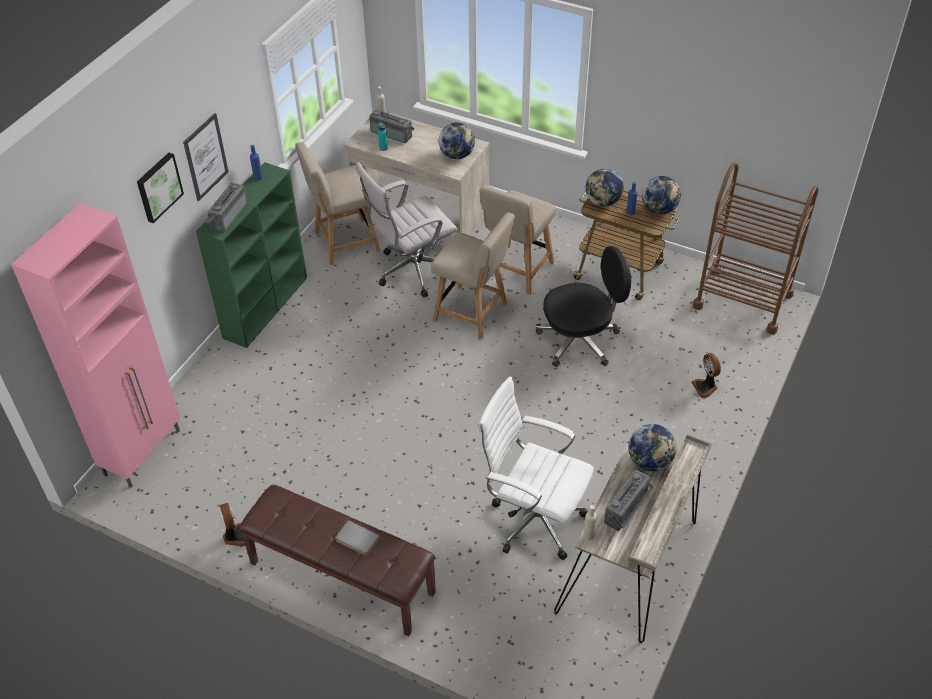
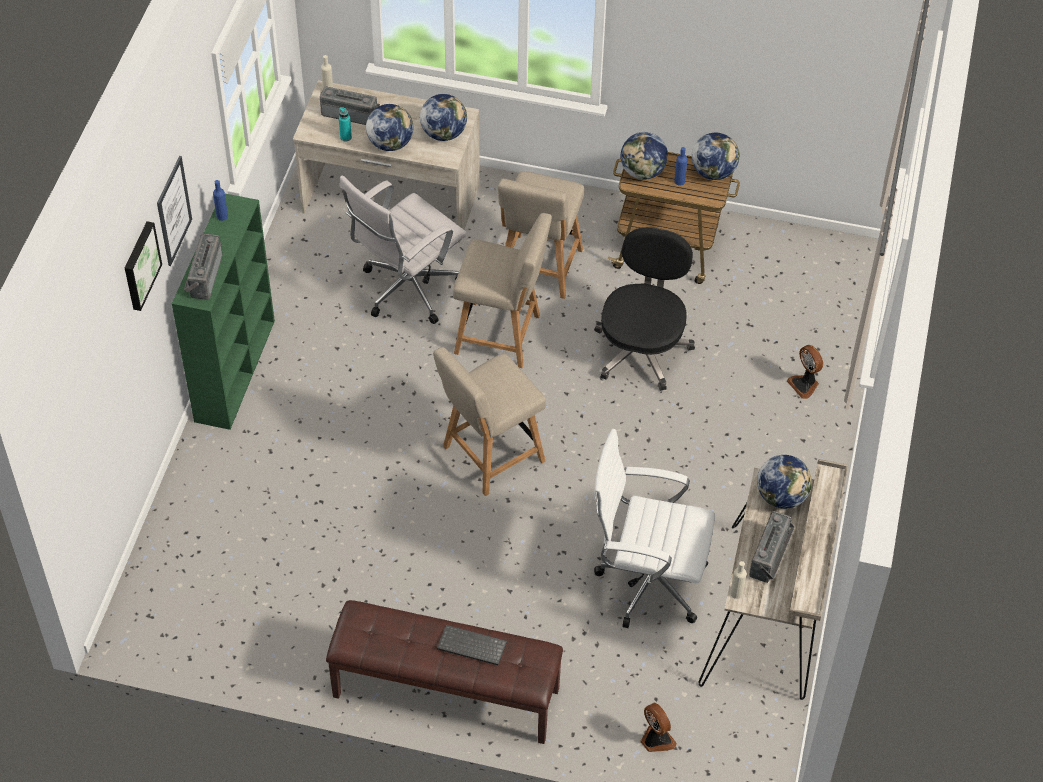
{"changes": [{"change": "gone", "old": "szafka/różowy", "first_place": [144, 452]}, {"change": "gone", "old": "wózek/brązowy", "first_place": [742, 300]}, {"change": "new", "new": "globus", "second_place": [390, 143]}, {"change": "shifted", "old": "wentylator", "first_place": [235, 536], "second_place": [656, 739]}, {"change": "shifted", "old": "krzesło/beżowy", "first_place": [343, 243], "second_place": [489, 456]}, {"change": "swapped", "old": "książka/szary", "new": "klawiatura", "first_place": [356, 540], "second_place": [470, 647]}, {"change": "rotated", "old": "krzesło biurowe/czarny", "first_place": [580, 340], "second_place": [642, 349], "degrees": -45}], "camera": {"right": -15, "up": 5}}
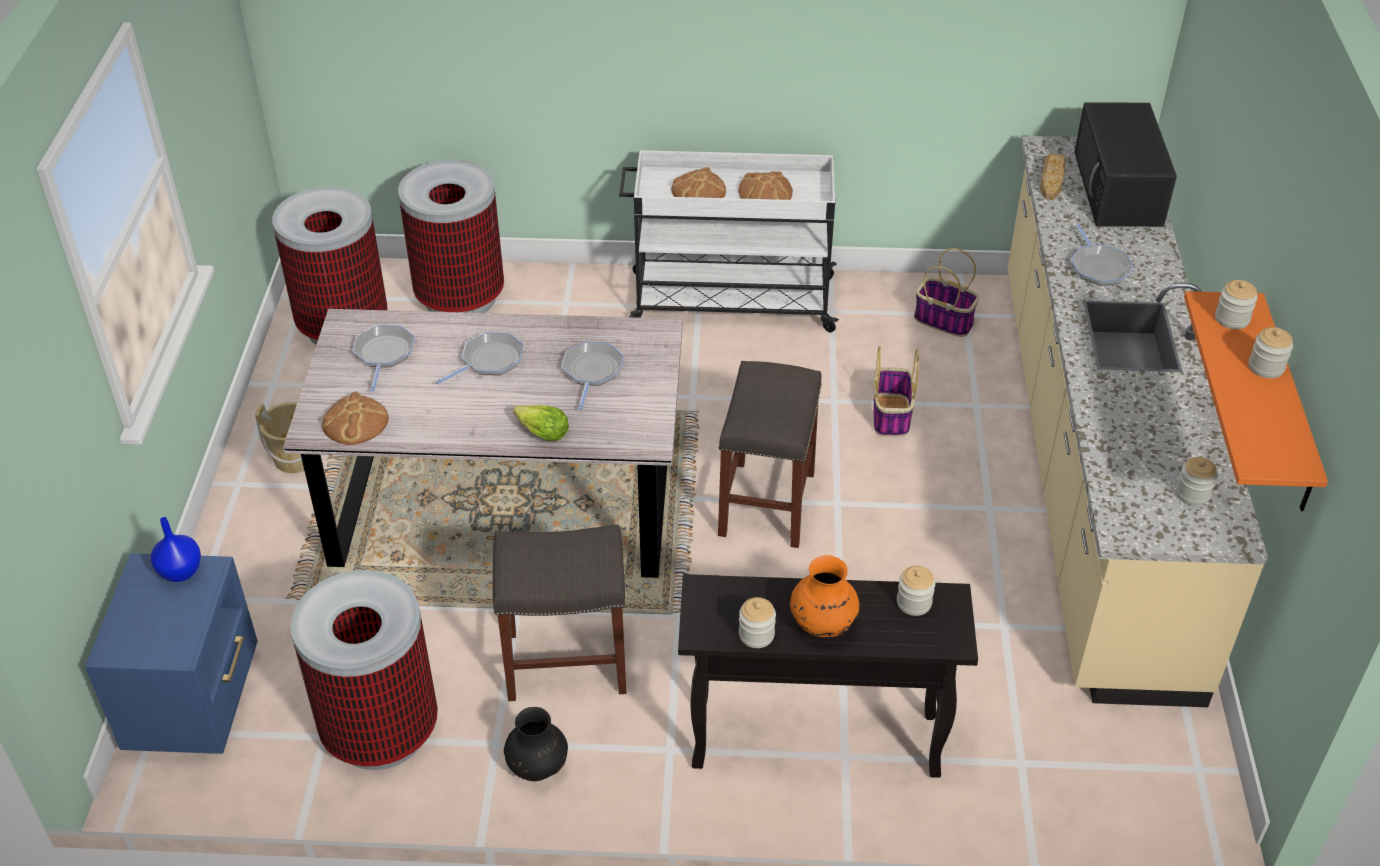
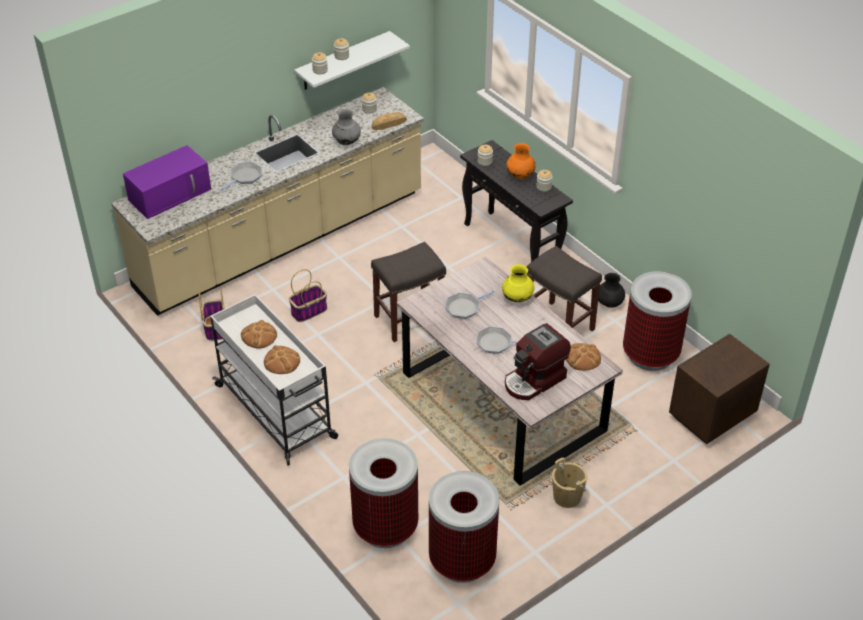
{"changes": [{"change": "gone", "old": "wazon/niebieski", "first_place": [180, 573]}, {"change": "new", "new": "wazon/szary", "second_place": [346, 142]}, {"change": "shifted", "old": "chleb", "first_place": [1051, 180], "second_place": [389, 124]}, {"change": "swapped", "old": "patelnia", "new": "ekspres do kawy", "first_place": [384, 354], "second_place": [534, 380]}, {"change": "swapped", "old": "sałata", "new": "wazon/żółty", "first_place": [542, 433], "second_place": [517, 298]}, {"change": "repainted", "old": "szafka nocna/niebieski", "new": "szafka nocna/brązowy", "first_place": [197, 701], "second_place": [710, 416]}, {"change": "repainted", "old": "mikrofalówka/czarny", "new": "mikrofalówka/fioletowy", "first_place": [1118, 189], "second_place": [170, 194]}, {"change": "repainted", "old": "półka/pomarańczowy", "new": "półka/biały", "first_place": [1285, 405], "second_place": [343, 61]}], "camera": {"right": -130, "up": 0}}
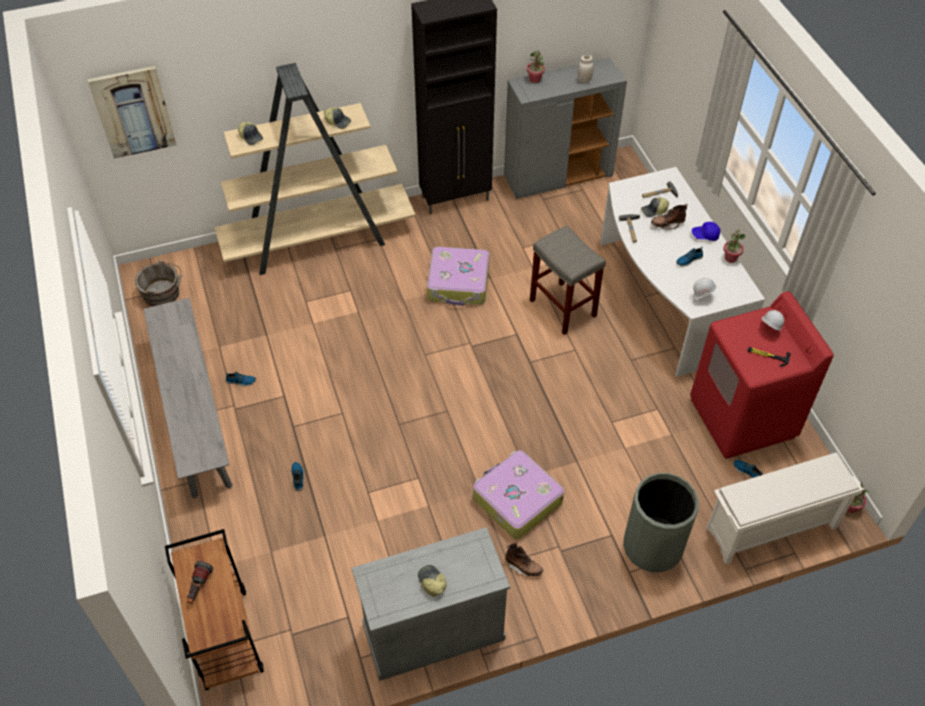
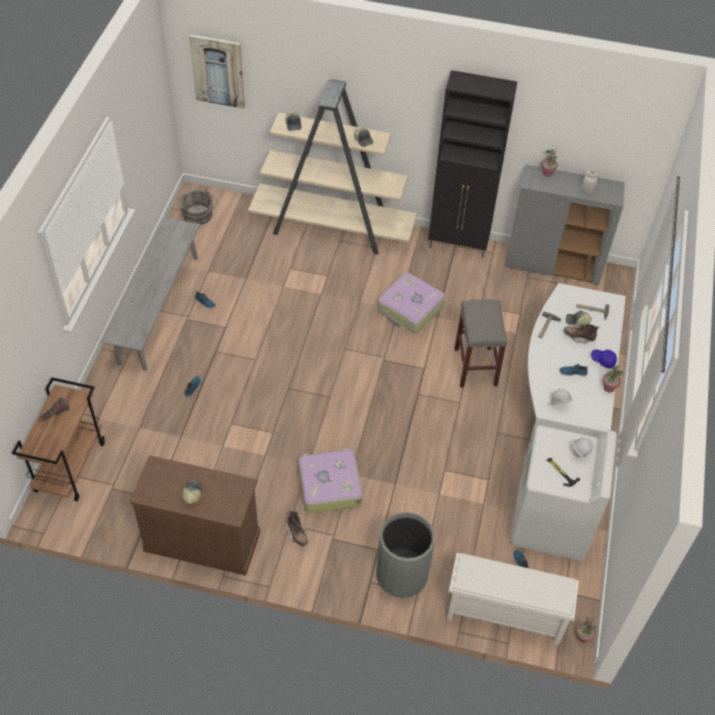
{"changes": [{"change": "repainted", "old": "szafka/szary", "new": "szafka/brązowy", "first_place": [433, 631], "second_place": [202, 541]}, {"change": "repainted", "old": "pralka/czerwony", "new": "pralka/biały", "first_place": [742, 418], "second_place": [550, 523]}], "camera": {"right": 30, "up": 0}}
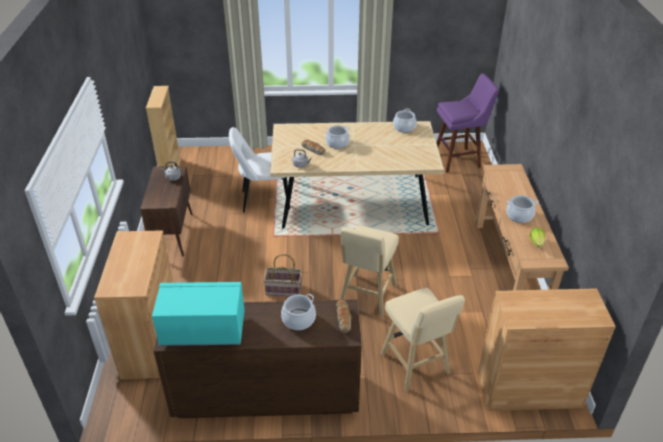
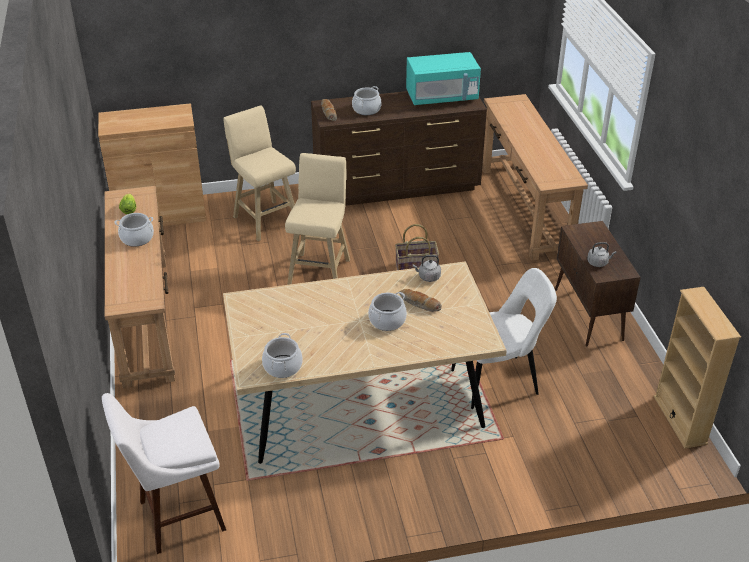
{"changes": [{"change": "swapped", "old": "szafka/brązowy", "new": "stolik konsolowy/brązowy", "first_place": [151, 343], "second_place": [524, 209]}, {"change": "repainted", "old": "stołek/fioletowy", "new": "stołek/biały", "first_place": [459, 160], "second_place": [177, 517]}], "camera": {"right": 170, "up": 0}}
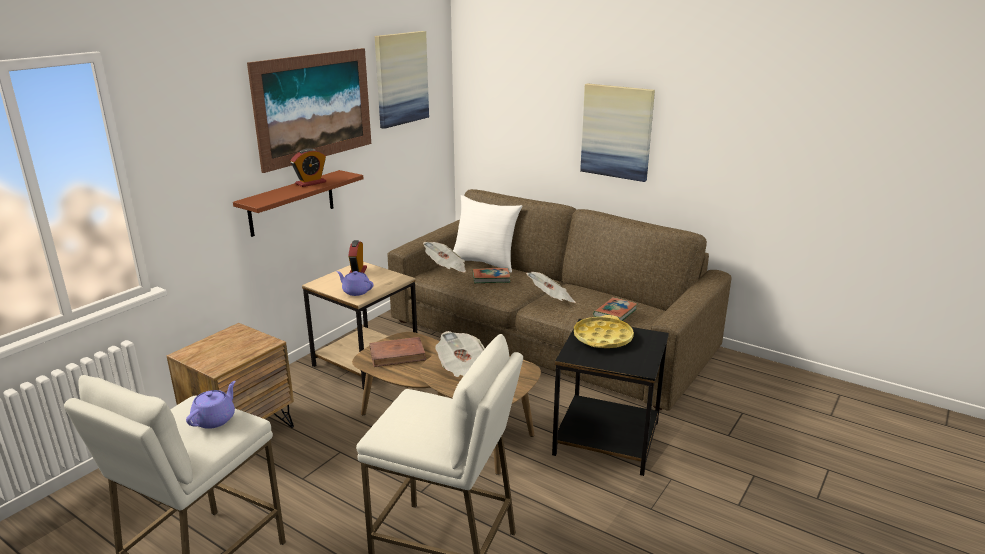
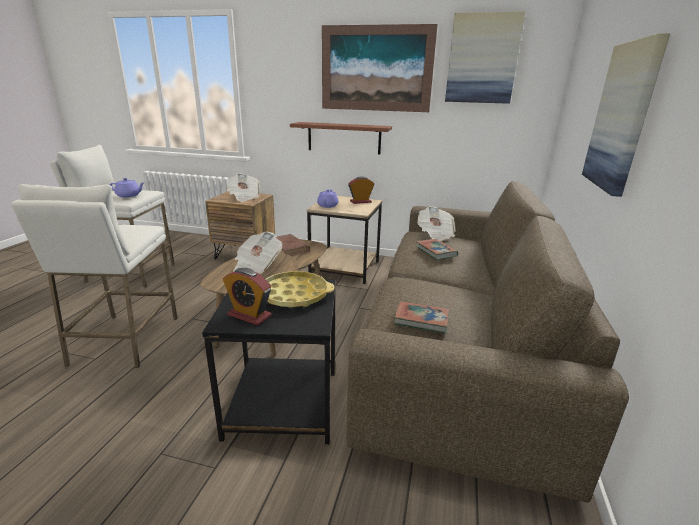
{"changes": [{"change": "gone", "old": "poduszka/biały", "first_place": [485, 262]}, {"change": "shifted", "old": "budzik", "first_place": [310, 183], "second_place": [249, 315]}, {"change": "shifted", "old": "gazeta", "first_place": [551, 299], "second_place": [244, 197]}], "camera": {"right": 70, "up": 0}}
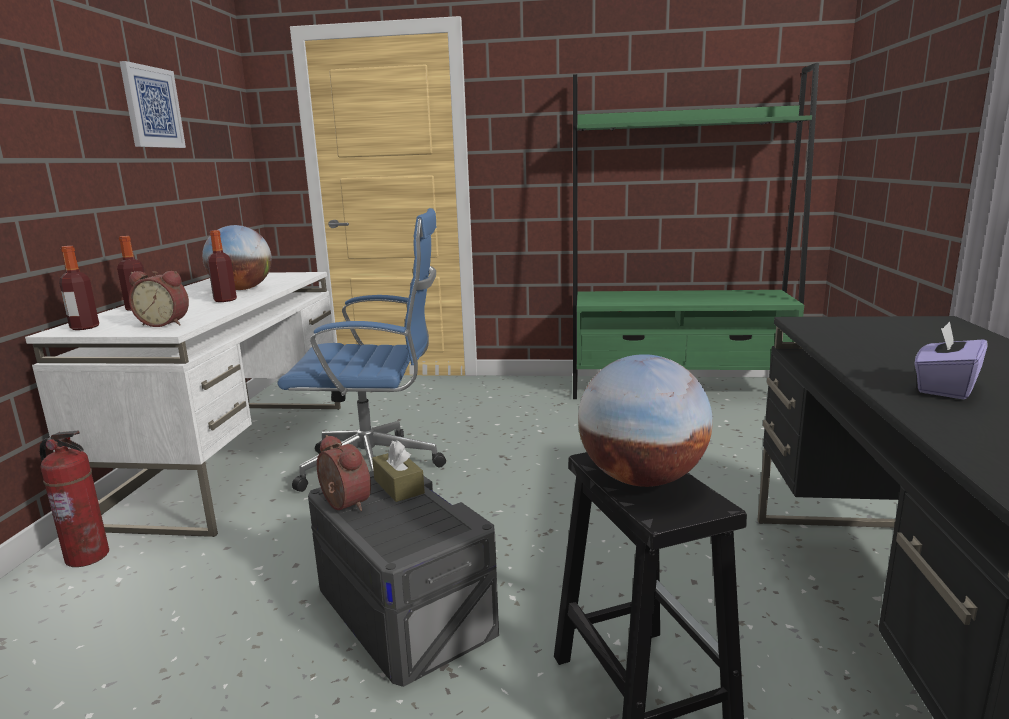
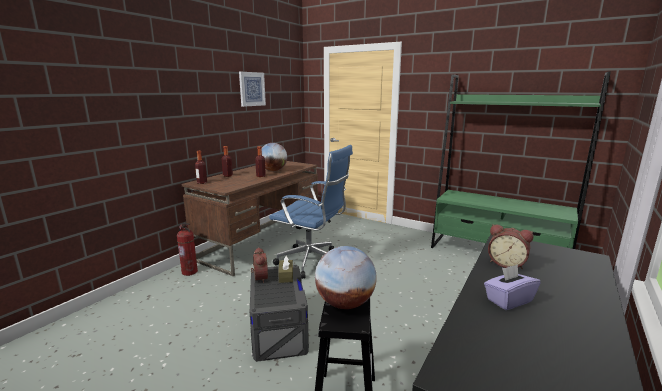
{"changes": [{"change": "shifted", "old": "budzik", "first_place": [165, 323], "second_place": [506, 263]}, {"change": "repainted", "old": "biurko/biały", "new": "biurko/brązowy", "first_place": [234, 458], "second_place": [261, 243]}], "camera": {"right": 25, "up": 0}}
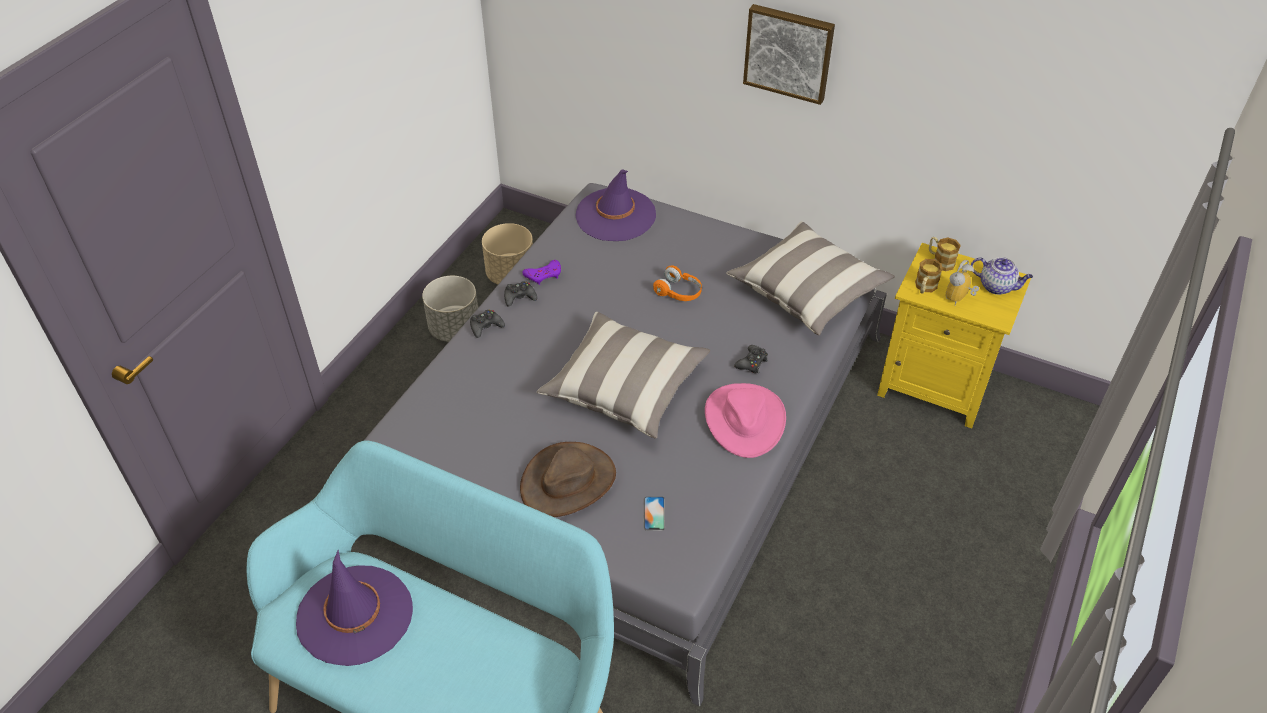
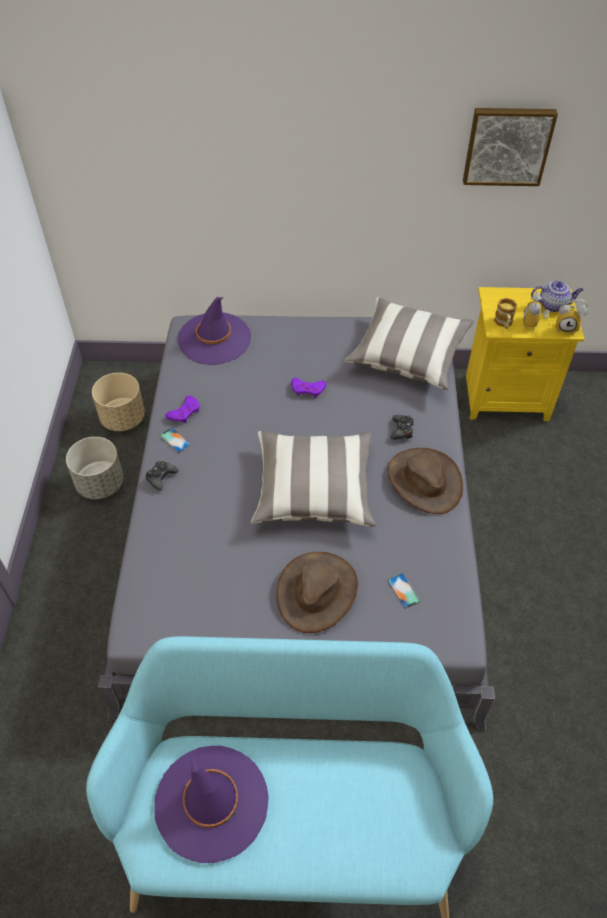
{"changes": [{"change": "gone", "old": "kubek", "first_place": [940, 261]}, {"change": "new", "new": "budzik", "second_place": [566, 327]}, {"change": "shifted", "old": "obraz", "first_place": [789, 52], "second_place": [507, 145]}, {"change": "swapped", "old": "pad do gier/czarny", "new": "telefon", "first_place": [519, 297], "second_place": [175, 440]}, {"change": "swapped", "old": "słuchawki/pomarańczowy", "new": "pad do gier/fioletowy", "first_place": [679, 292], "second_place": [308, 389]}, {"change": "repainted", "old": "kapelusz/różowy", "new": "kapelusz/brązowy", "first_place": [744, 420], "second_place": [424, 481]}], "camera": {"right": -25, "up": 5}}
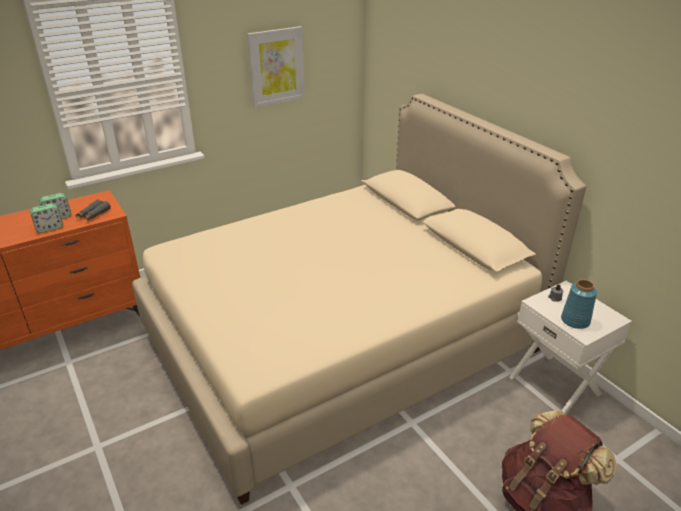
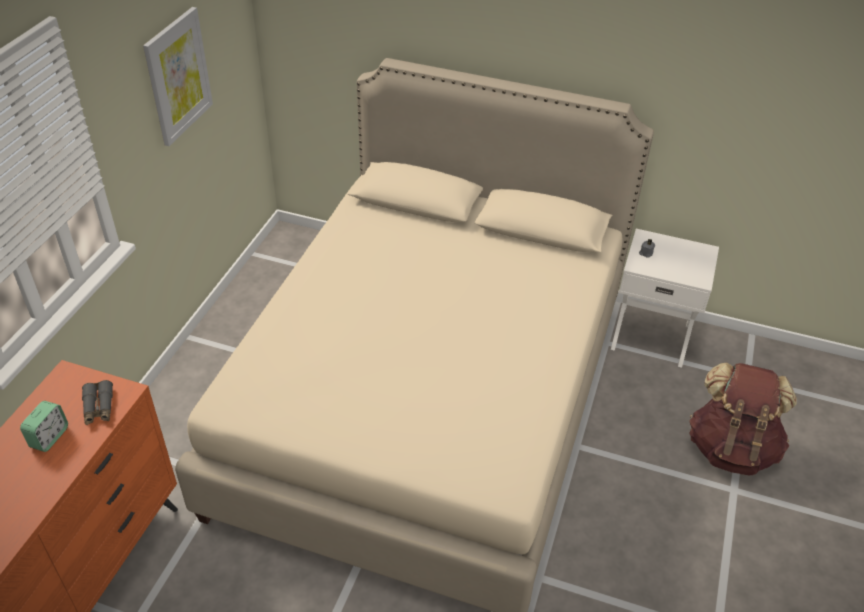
{"changes": [{"change": "gone", "old": "budzik", "first_place": [49, 227]}, {"change": "gone", "old": "wazon/niebieski", "first_place": [575, 320]}], "camera": {"right": -40, "up": 10}}
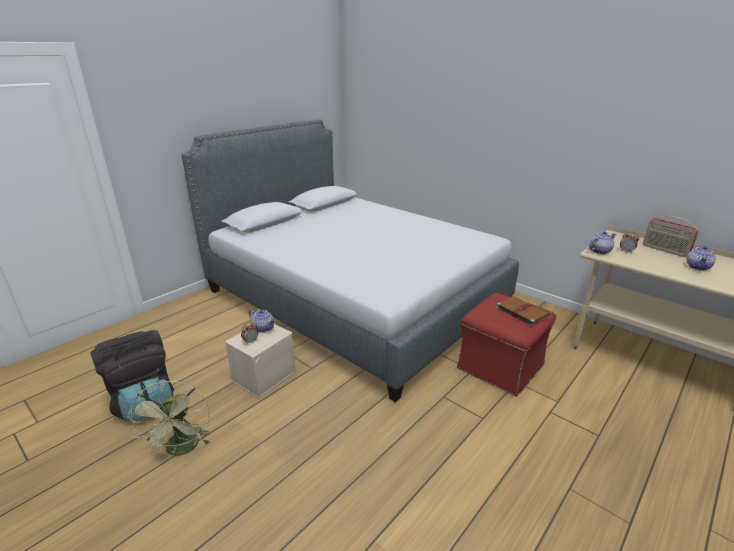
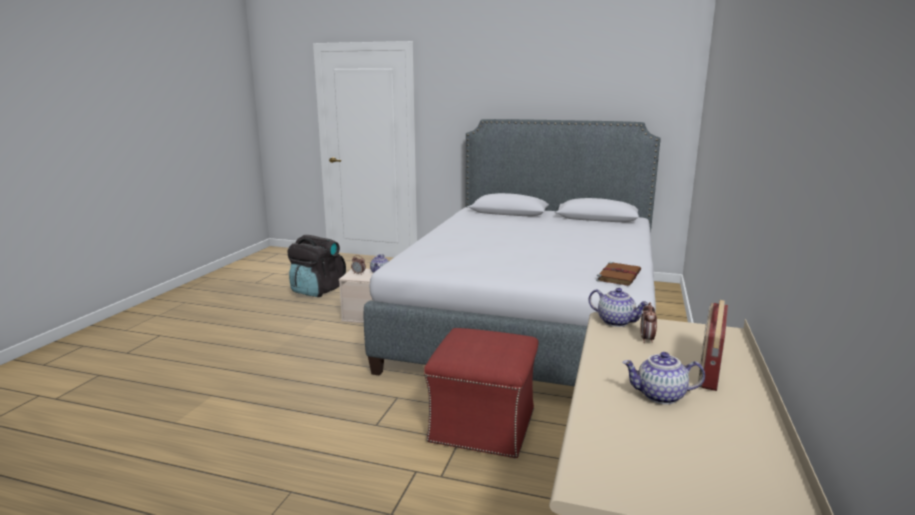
{"changes": [{"change": "gone", "old": "wentylator/zielony", "first_place": [182, 450]}, {"change": "shifted", "old": "książka/brązowy", "first_place": [521, 312], "second_place": [619, 276]}], "camera": {"right": 65, "up": -10}}
